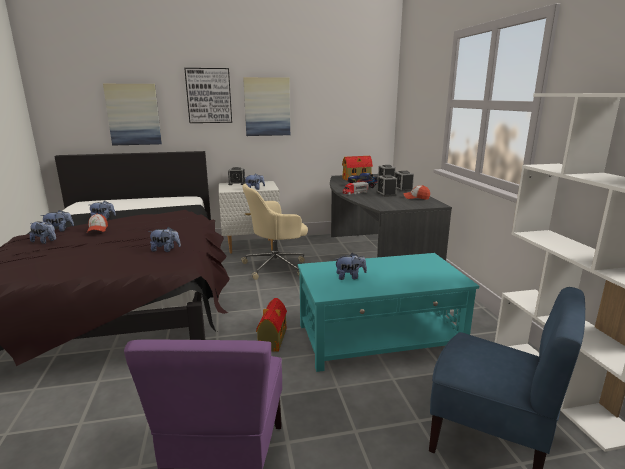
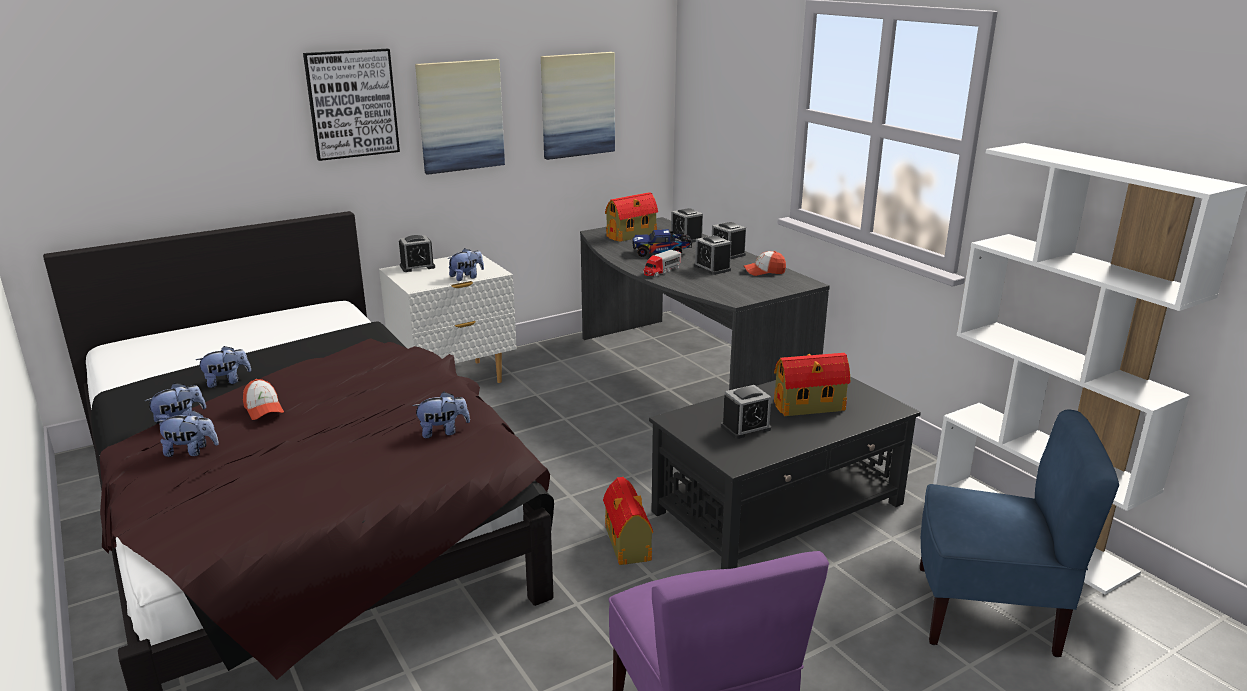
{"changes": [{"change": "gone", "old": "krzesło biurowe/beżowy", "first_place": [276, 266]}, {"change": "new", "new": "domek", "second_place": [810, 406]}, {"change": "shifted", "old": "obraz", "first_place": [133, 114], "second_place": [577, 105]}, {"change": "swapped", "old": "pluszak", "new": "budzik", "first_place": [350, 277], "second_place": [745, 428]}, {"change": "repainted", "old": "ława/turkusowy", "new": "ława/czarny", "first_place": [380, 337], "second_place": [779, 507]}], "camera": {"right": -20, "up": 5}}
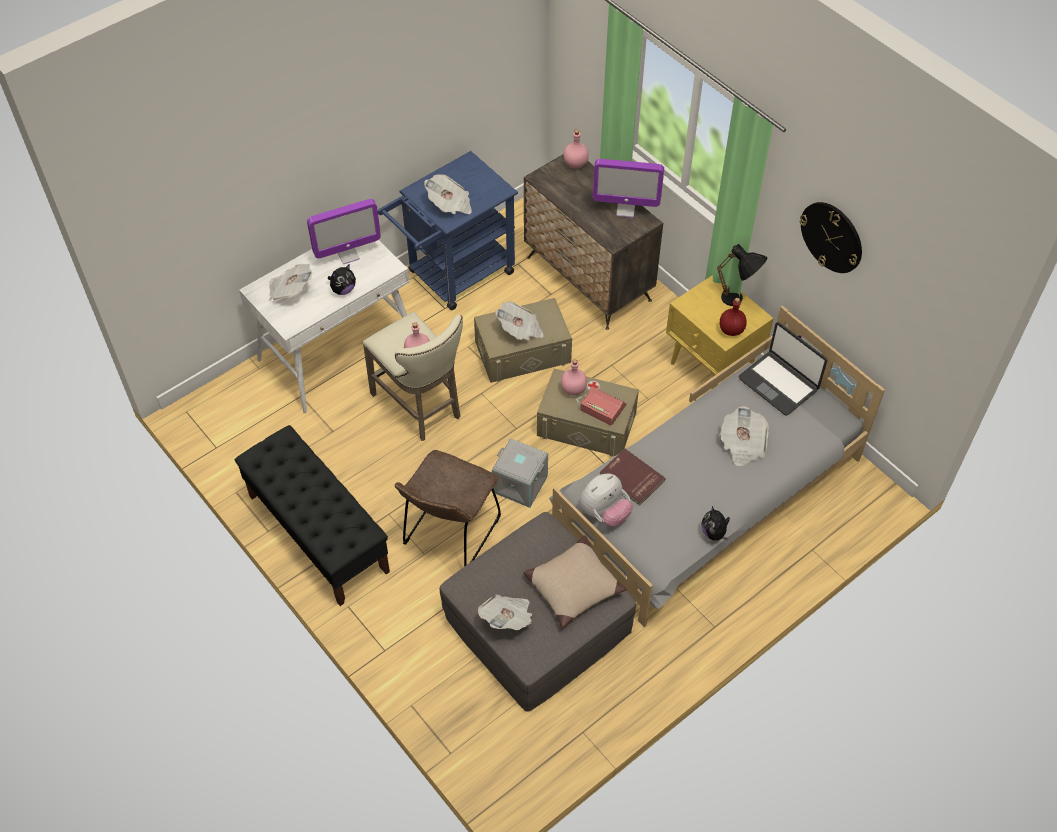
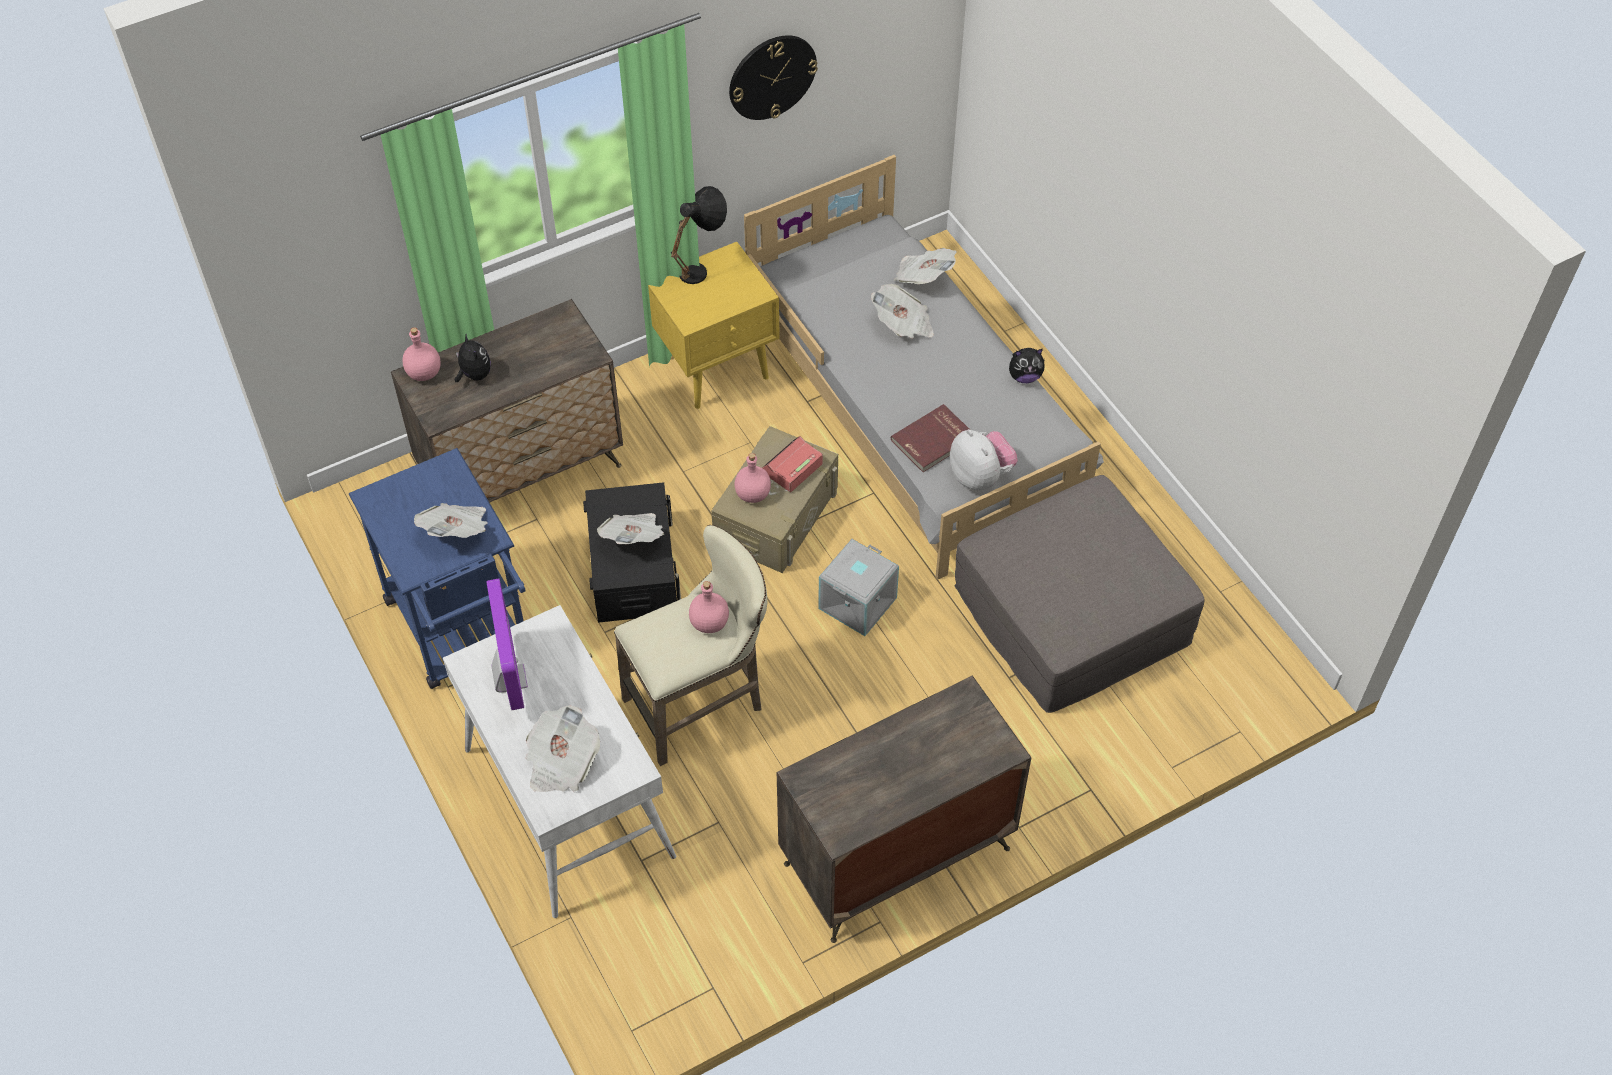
{"changes": [{"change": "gone", "old": "krzesło/brązowy", "first_place": [449, 535]}, {"change": "gone", "old": "poduszka/beżowy", "first_place": [573, 586]}, {"change": "gone", "old": "monitor", "first_place": [625, 210]}, {"change": "gone", "old": "butelka/czerwony", "first_place": [731, 329]}, {"change": "gone", "old": "laptop", "first_place": [779, 383]}, {"change": "shifted", "old": "pluszak", "first_place": [343, 290], "second_place": [474, 375]}, {"change": "shifted", "old": "gazeta", "first_place": [507, 618], "second_place": [923, 277]}, {"change": "swapped", "old": "ławka/czarny", "new": "komoda", "first_place": [318, 533], "second_place": [894, 856]}, {"change": "repainted", "old": "pojemnik do przechowywania/beżowy", "new": "pojemnik do przechowywania/czarny", "first_place": [523, 352], "second_place": [633, 567]}], "camera": {"right": -80, "up": 0}}
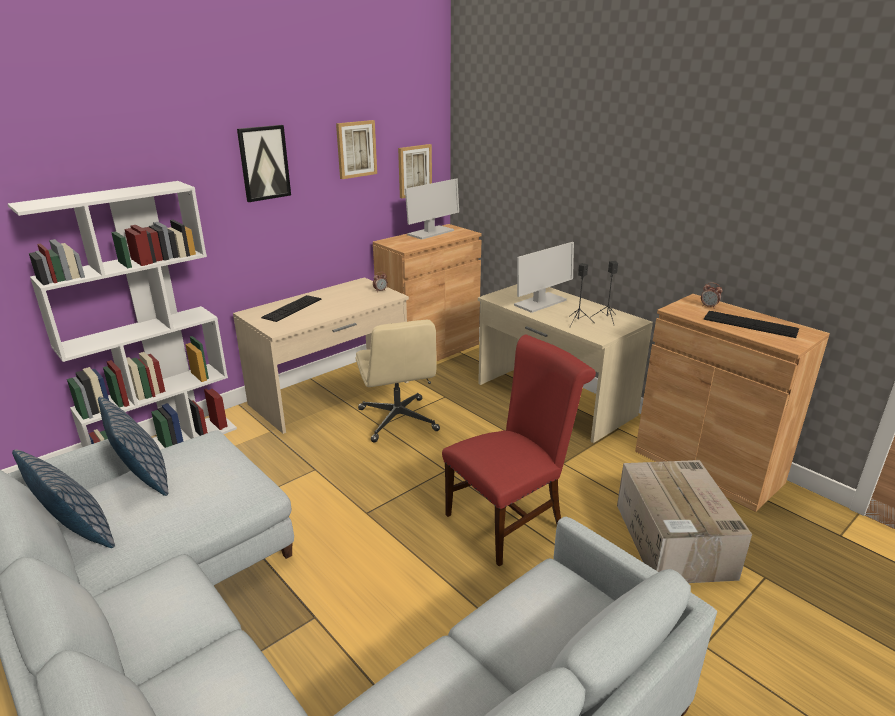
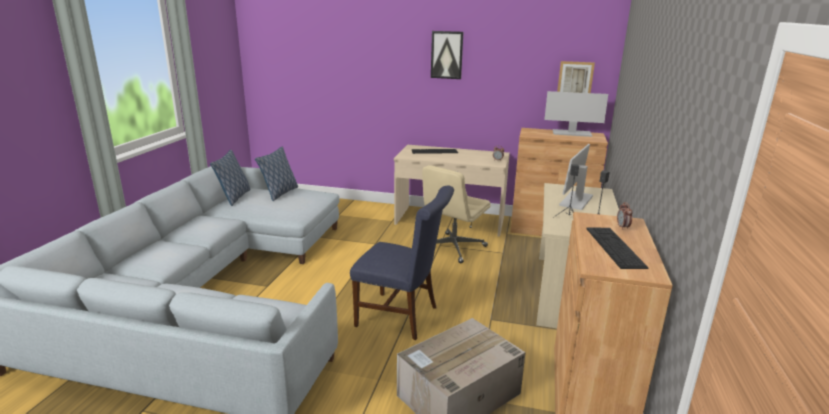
{"changes": [{"change": "gone", "old": "regał/biały", "first_place": [165, 445]}, {"change": "gone", "old": "obraz", "first_place": [356, 149]}, {"change": "repainted", "old": "krzesło/czerwony", "new": "krzesło/niebieski", "first_place": [510, 519], "second_place": [402, 317]}, {"change": "rotated", "old": "monitor", "first_place": [540, 303], "second_place": [576, 200], "degrees": 105}], "camera": {"right": 55, "up": -5}}
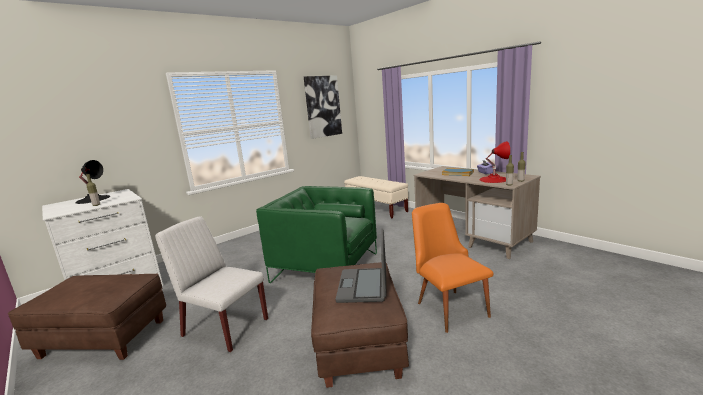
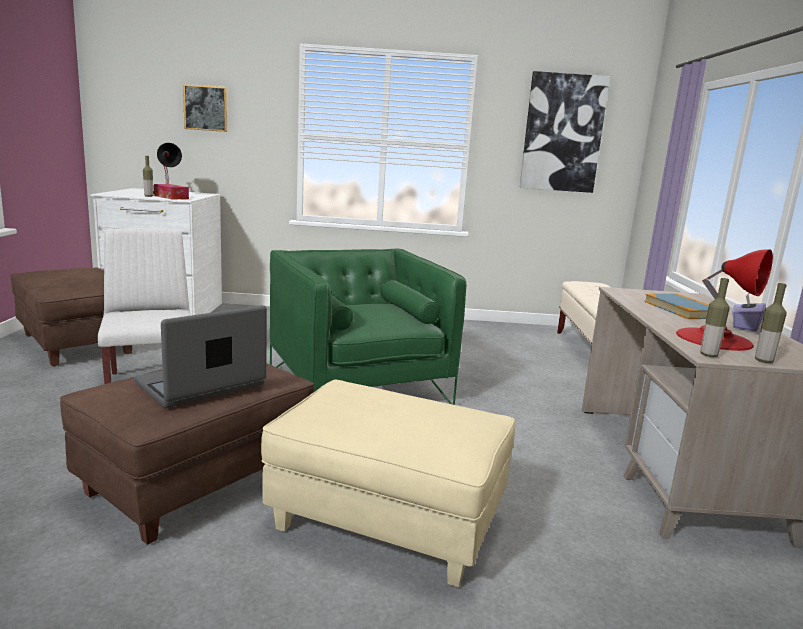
{"changes": [{"change": "new", "new": "pudełko chusteczek", "second_place": [171, 197]}, {"change": "new", "new": "obraz", "second_place": [205, 108]}, {"change": "swapped", "old": "krzesło/pomarańczowy", "new": "pufa/beżowy", "first_place": [448, 306], "second_place": [387, 522]}], "camera": {"right": 40, "up": 0}}
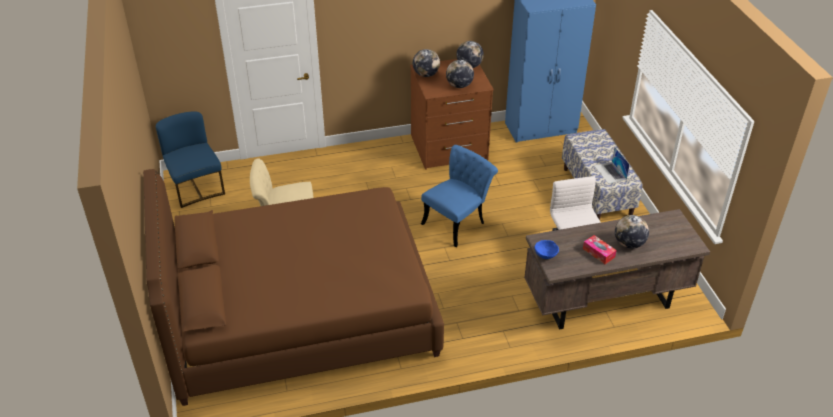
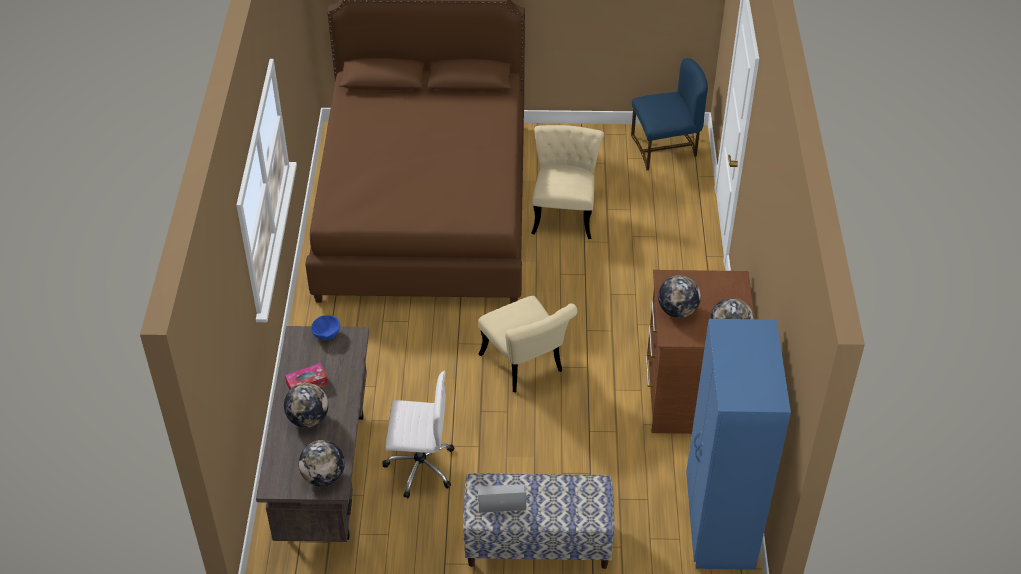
{"changes": [{"change": "shifted", "old": "globus", "first_place": [426, 74], "second_place": [324, 477]}, {"change": "repainted", "old": "krzesło/niebieski", "new": "krzesło/beżowy", "first_place": [458, 222], "second_place": [525, 367]}], "camera": {"right": 105, "up": 5}}
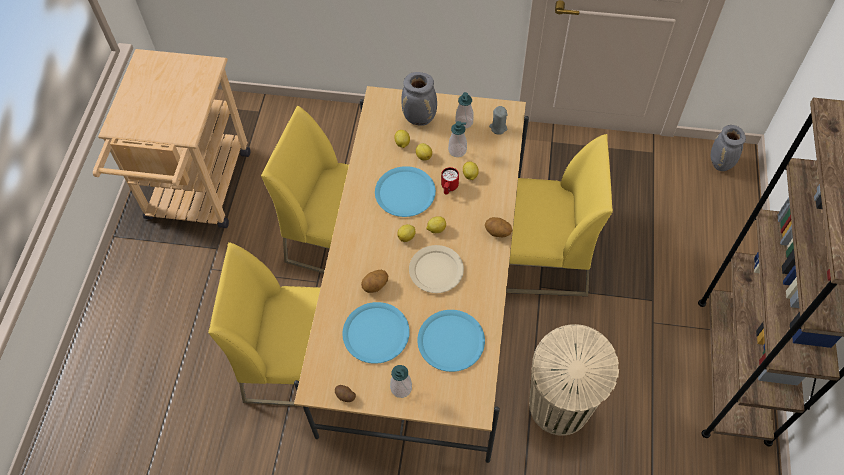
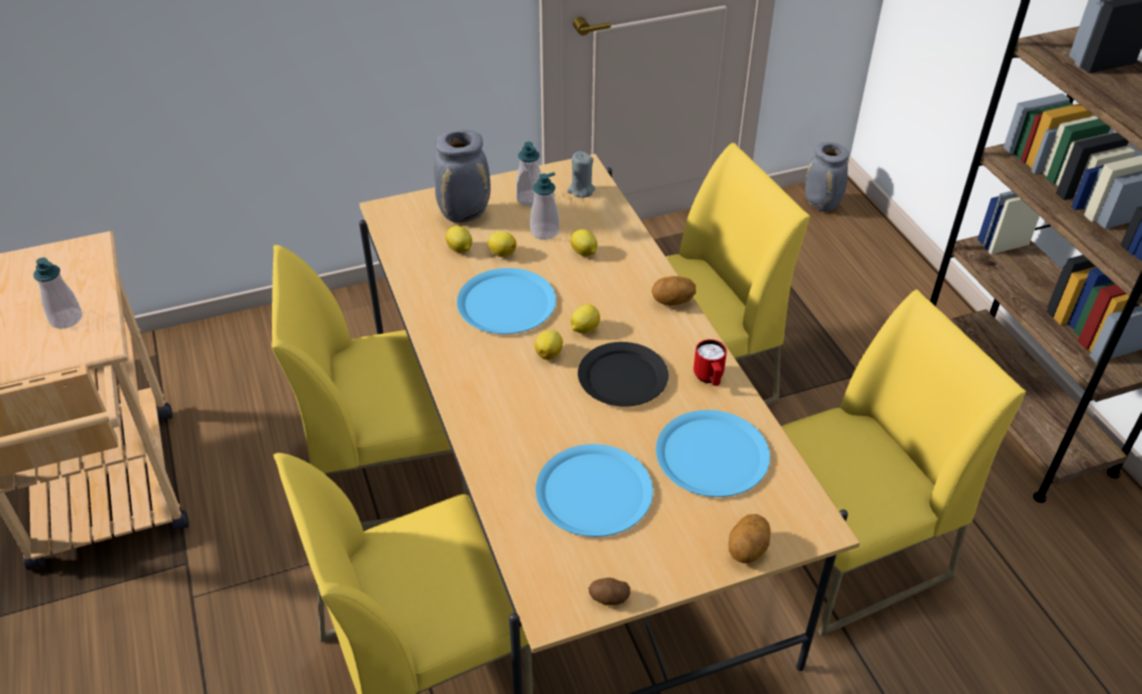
{"changes": [{"change": "shifted", "old": "ziemniak", "first_place": [375, 286], "second_place": [748, 550]}, {"change": "shifted", "old": "dozownik mydła", "first_place": [401, 388], "second_place": [66, 319]}, {"change": "shifted", "old": "kubek/czerwony", "first_place": [449, 188], "second_place": [709, 378]}, {"change": "swapped", "old": "kosz na śmieci/beżowy", "new": "krzesło/żółty", "first_place": [559, 408], "second_place": [844, 552]}, {"change": "repainted", "old": "talerz/beżowy", "new": "talerz/czarny", "first_place": [436, 270], "second_place": [623, 377]}], "camera": {"right": -30, "up": -15}}
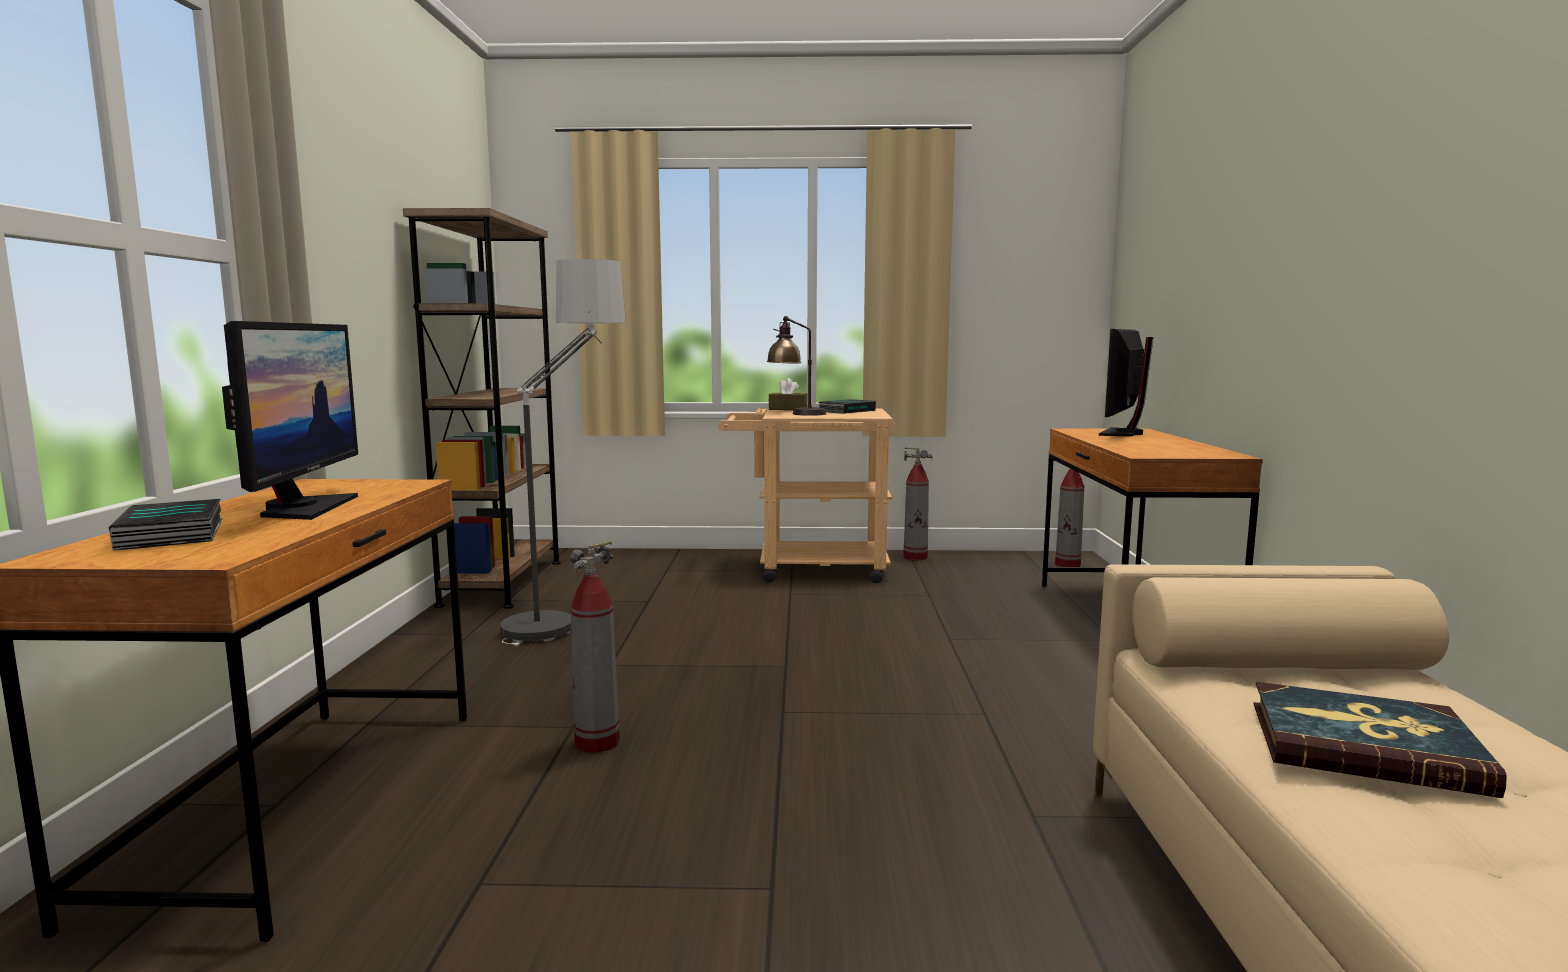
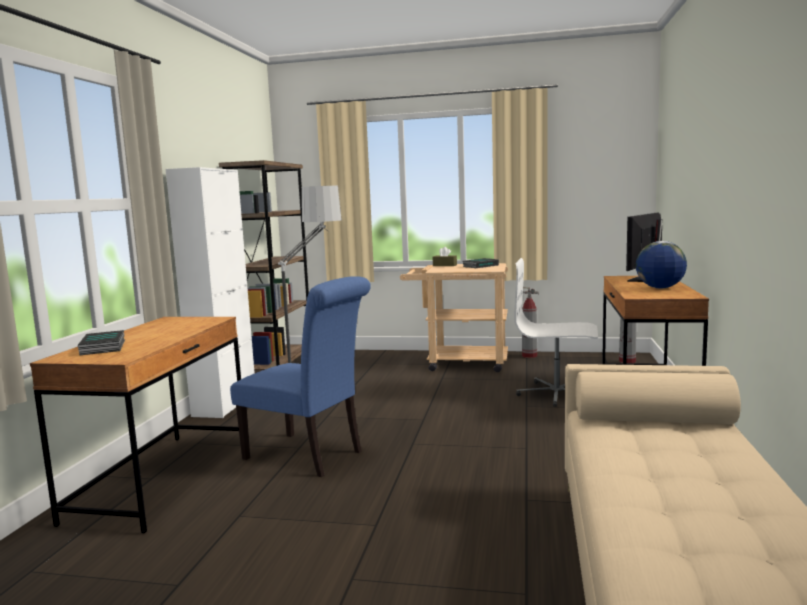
{"changes": [{"change": "gone", "old": "monitor", "first_place": [304, 508]}, {"change": "gone", "old": "lampa stołowa", "first_place": [796, 413]}, {"change": "gone", "old": "książka", "first_place": [1363, 746]}, {"change": "new", "new": "szafka/biały", "second_place": [225, 404]}, {"change": "new", "new": "krzesło biurowe/biały", "second_place": [557, 394]}, {"change": "new", "new": "globus", "second_place": [660, 288]}, {"change": "swapped", "old": "gaśnica", "new": "krzesło/niebieski", "first_place": [597, 743], "second_place": [309, 456]}], "camera": {"right": 10, "up": 0}}
